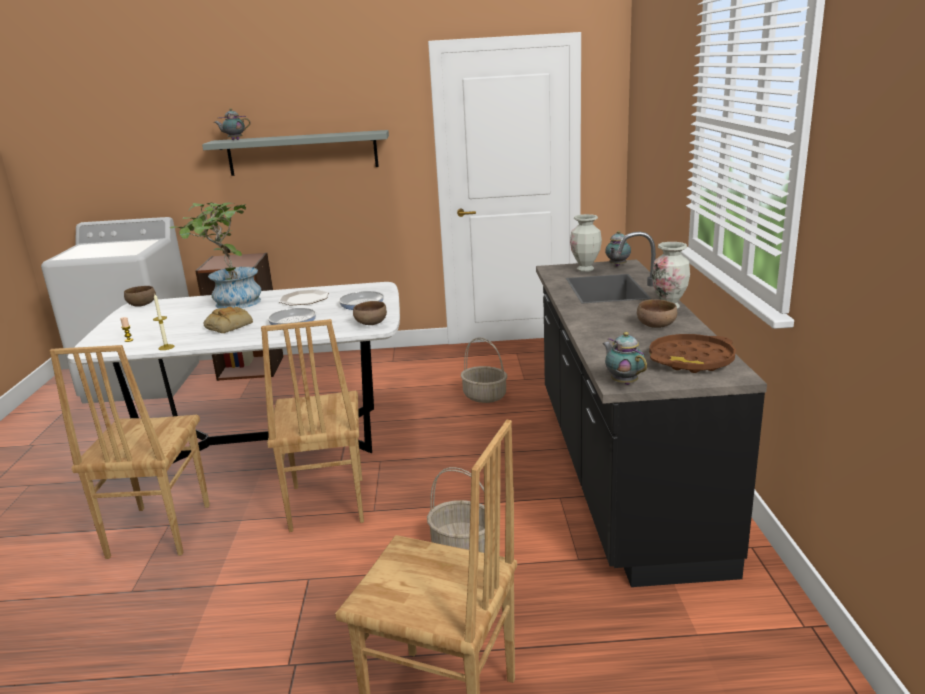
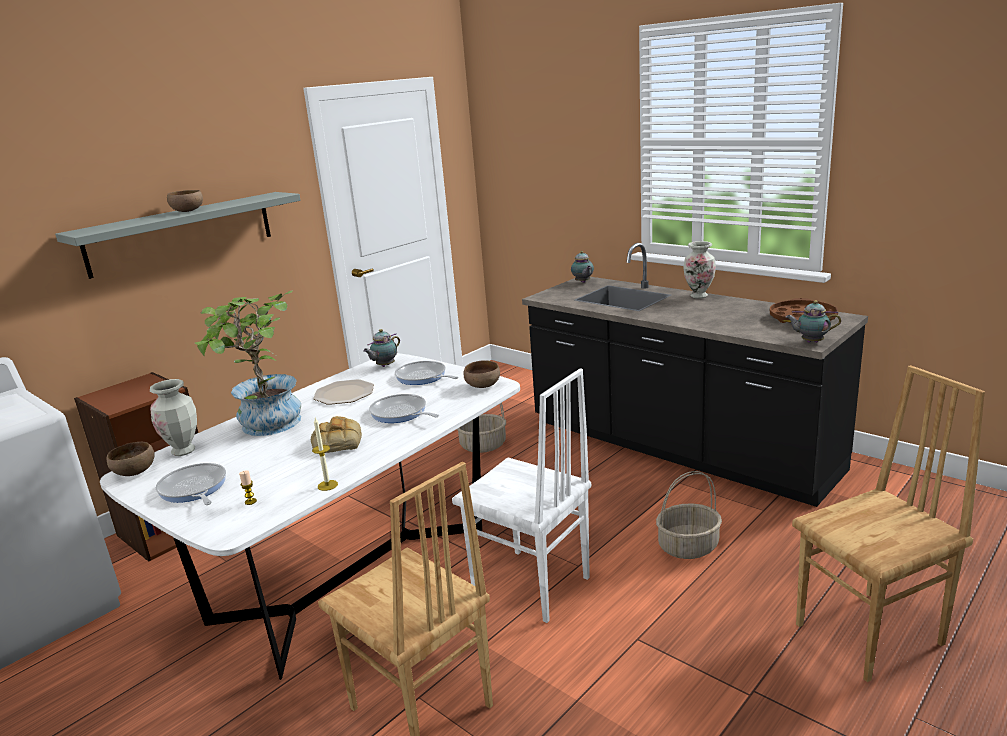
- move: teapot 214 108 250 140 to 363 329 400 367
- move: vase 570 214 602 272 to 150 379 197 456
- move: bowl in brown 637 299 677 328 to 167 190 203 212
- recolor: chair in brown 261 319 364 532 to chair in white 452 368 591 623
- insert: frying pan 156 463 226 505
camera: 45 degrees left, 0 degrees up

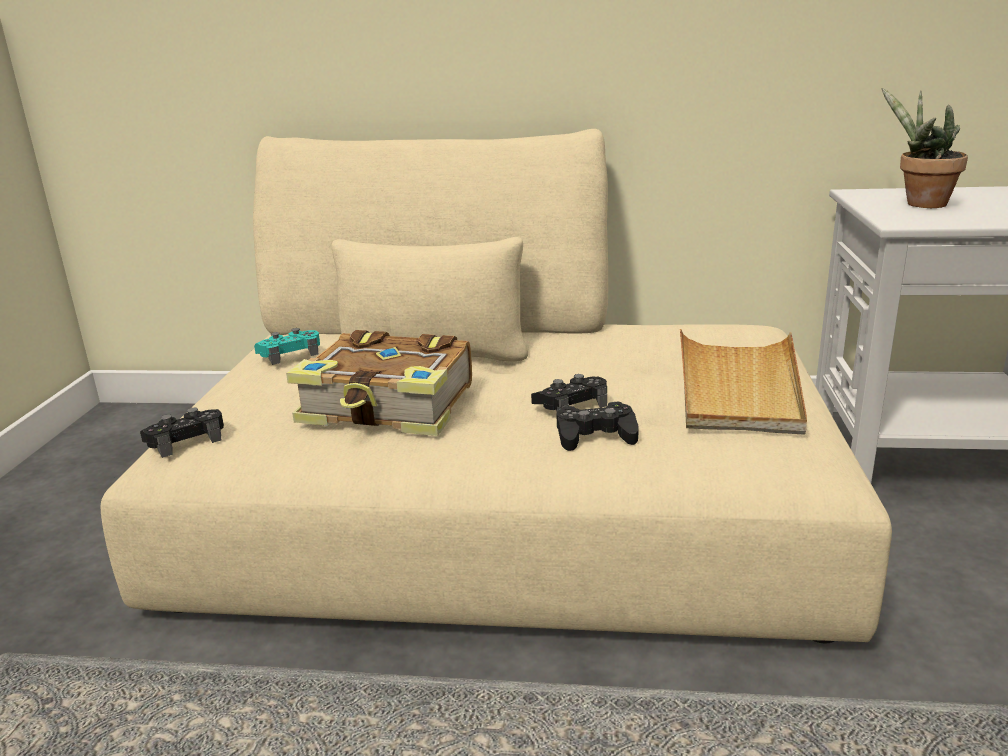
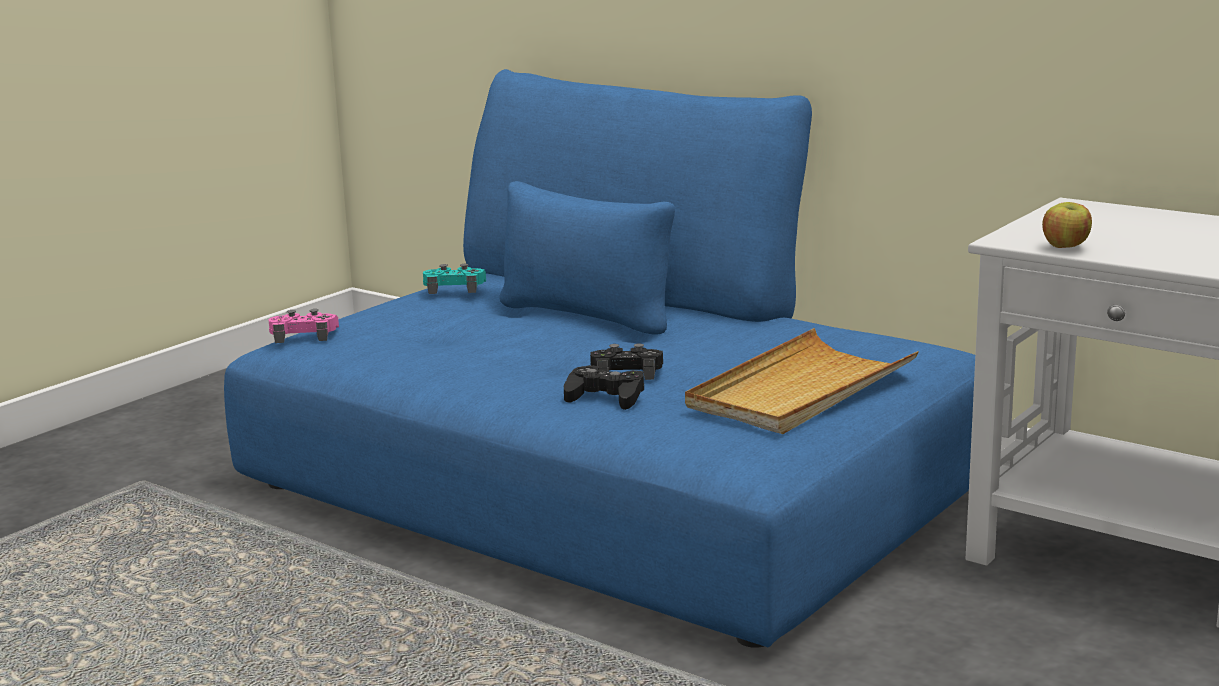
- delete: potted plant 882 88 968 208
- recolor: sofa in beige 101 129 892 643 to sofa in blue 224 69 975 648
- delete: book 286 330 472 436
- recolor: game controller in black 140 408 224 458 to game controller in pink 269 309 339 343
- insert: apple 1042 202 1092 248
camera: 30 degrees right, 5 degrees down

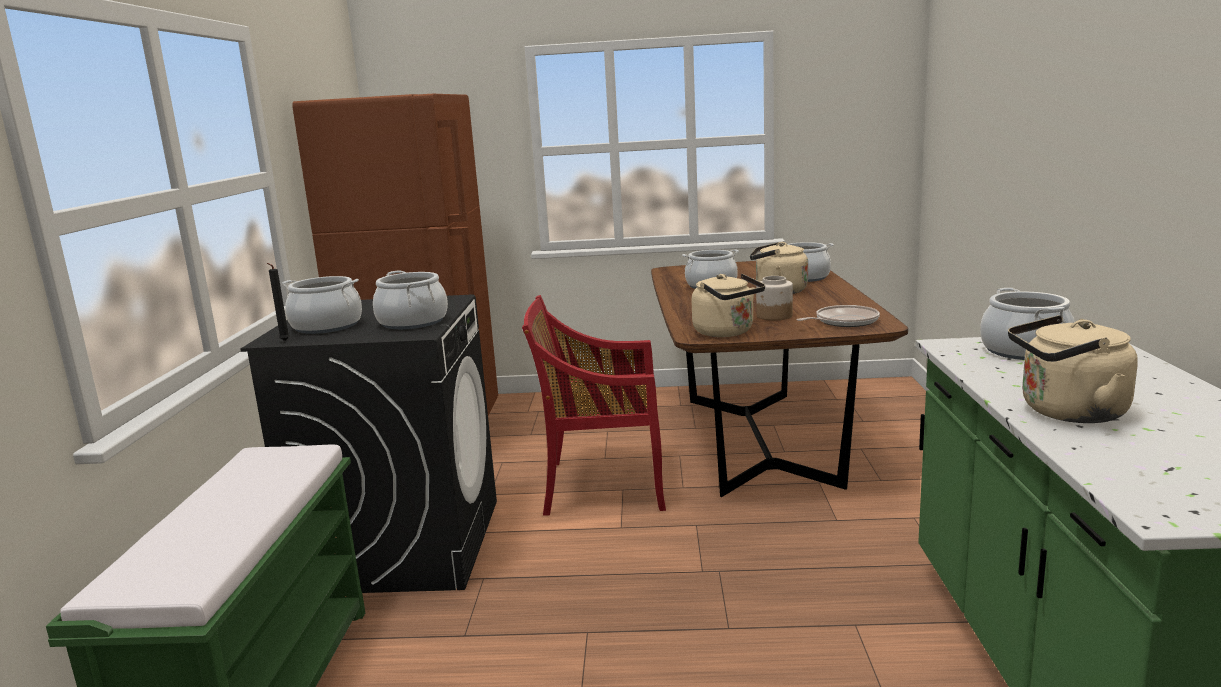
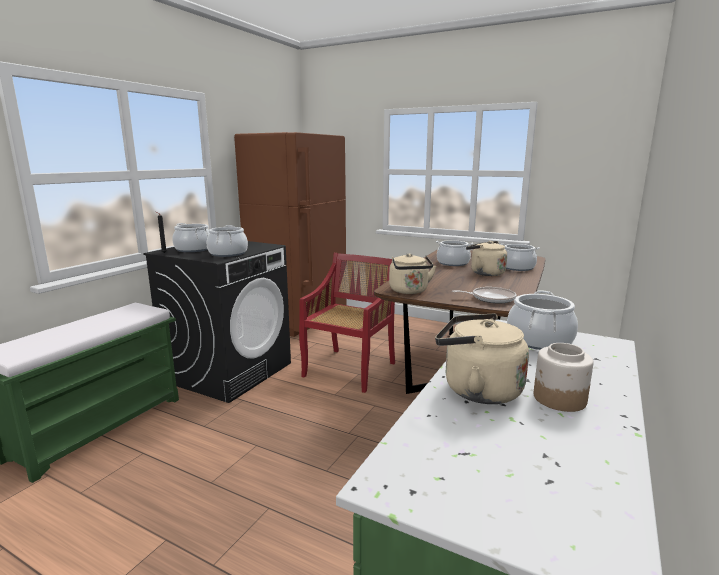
- move: jar 756 276 793 320 to 534 343 594 412
- rotate: chair in red 522 295 666 516 = 299 253 395 393 90 degrees clockwise
camera: 25 degrees right, 0 degrees up

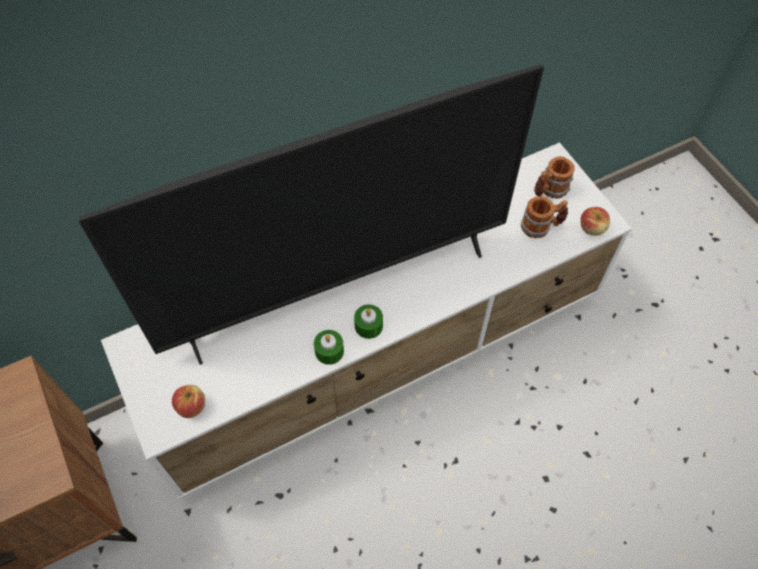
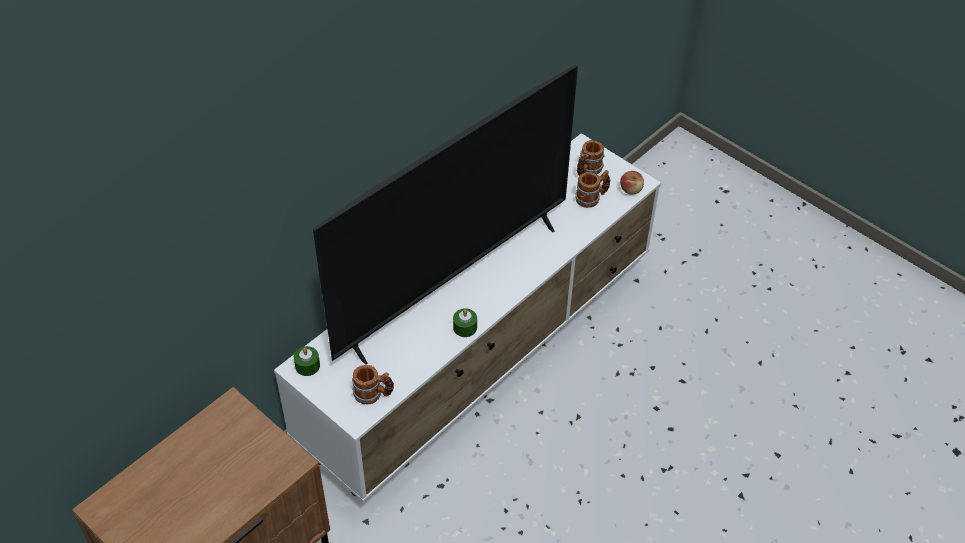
- move: candle in green 354 305 383 339 to 294 346 320 376
- replace: apple 172 385 205 418 to mug 352 365 394 405
camera: 20 degrees left, 10 degrees down

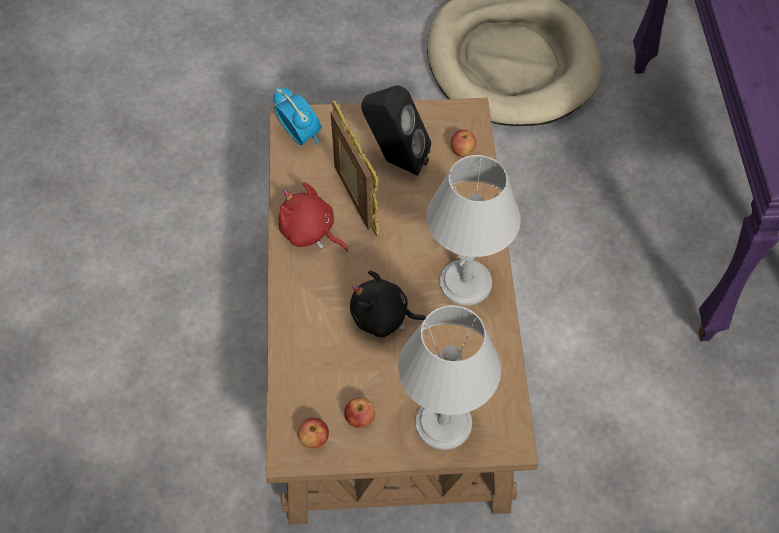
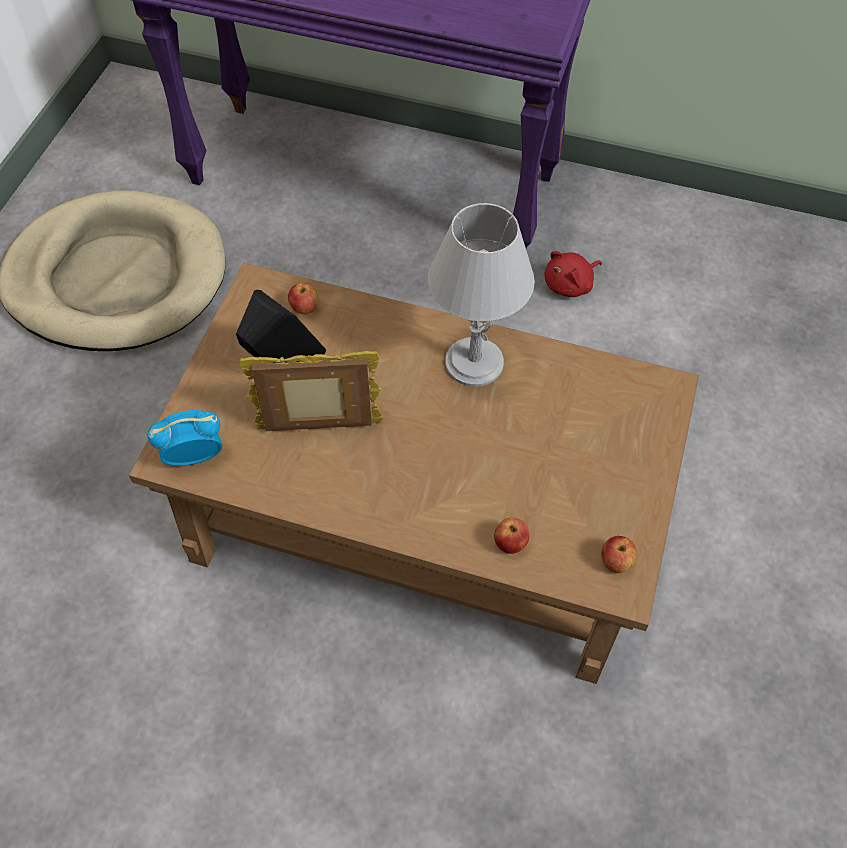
- move: plush toy in red 278 182 348 251 to 544 251 602 297
- delete: plush toy in black 350 271 427 337
- delete: table lamp in grey 398 305 501 450
- move: apple 344 397 375 428 to 494 517 529 554
camera: 70 degrees left, 0 degrees up

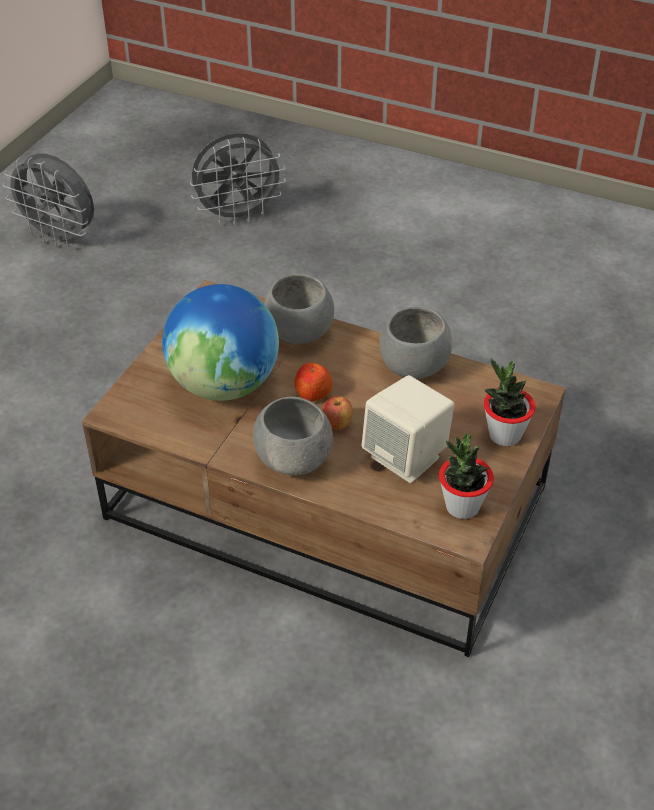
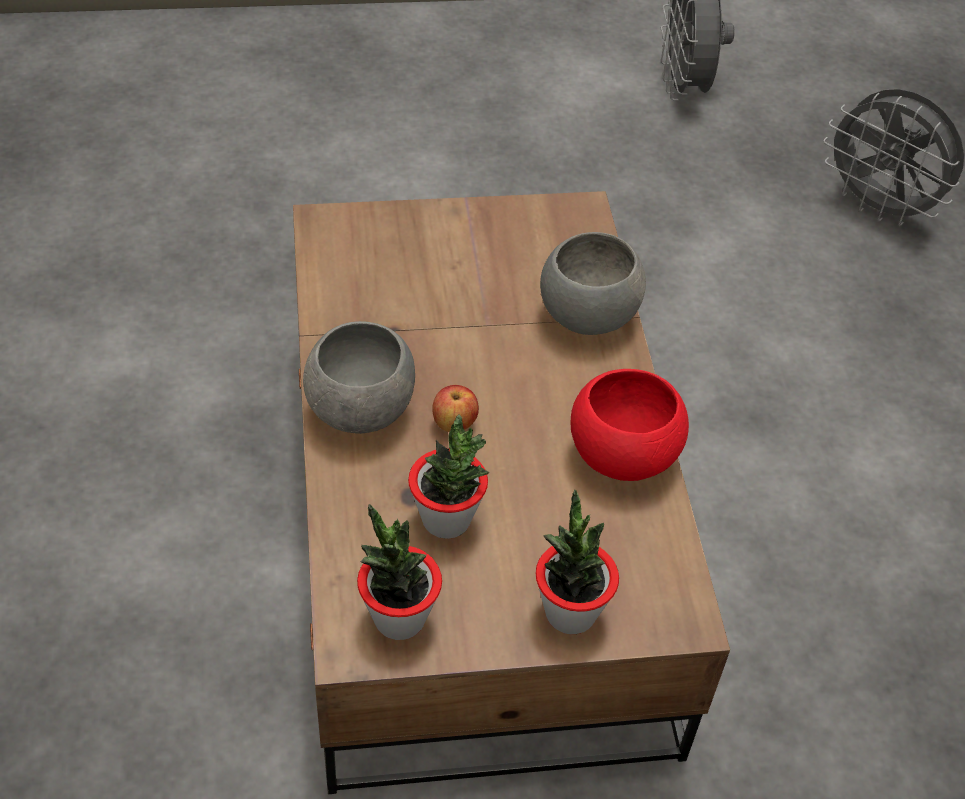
- delete: globe 162 284 279 401
- recolor: bowl in grey 379 307 452 379 to bowl in red 571 369 689 481
- delete: apple 295 363 333 402
- replace: speaker in beige 361 375 454 483 to potted plant 408 415 489 539
camera: 55 degrees right, 5 degrees up

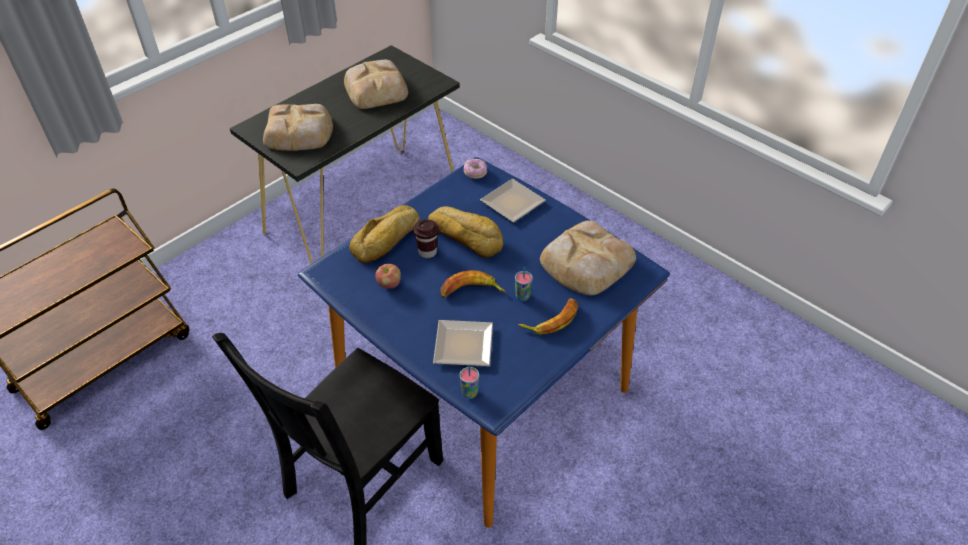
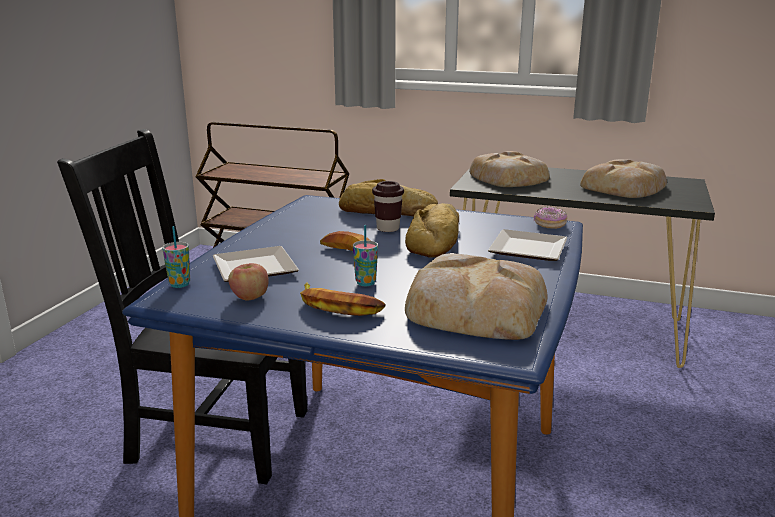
- move: apple 375 264 401 289 to 228 263 269 301
camera: 65 degrees right, 25 degrees down

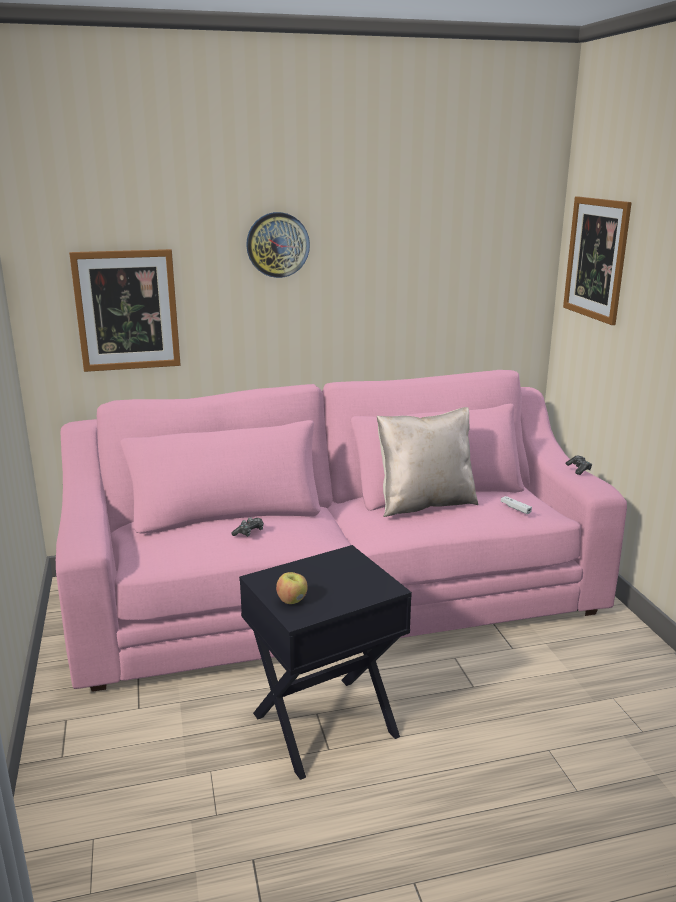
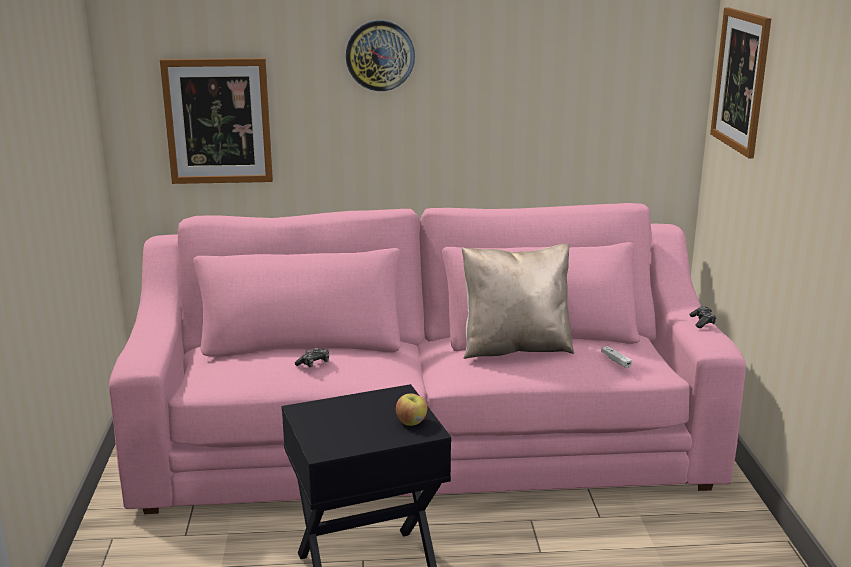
- move: apple 276 572 308 604 to 396 394 427 426
camera: 10 degrees right, 0 degrees up

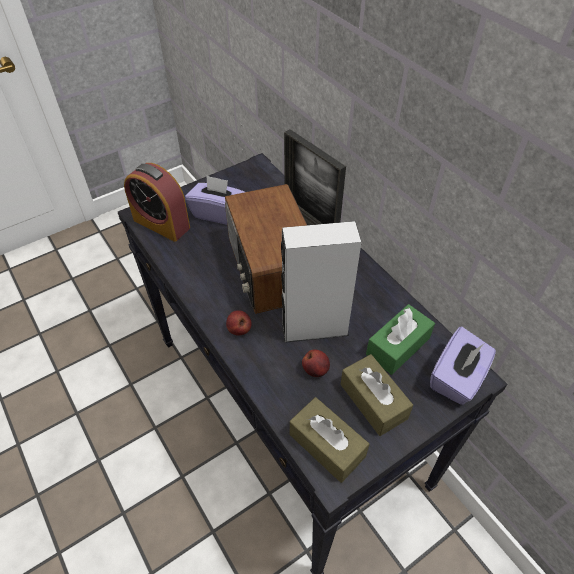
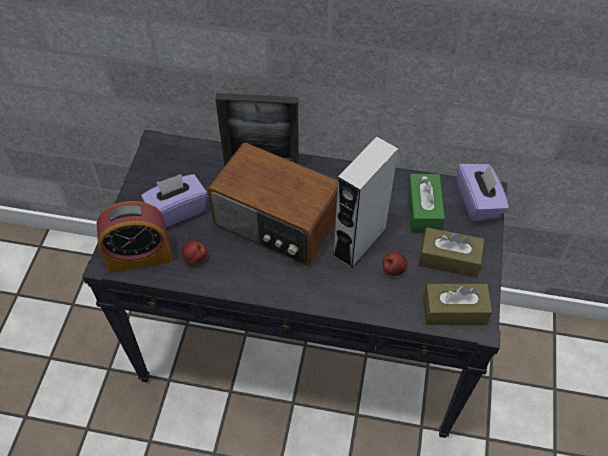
- move: apple 226 310 251 335 to 181 240 207 265
camera: 45 degrees left, 5 degrees up

